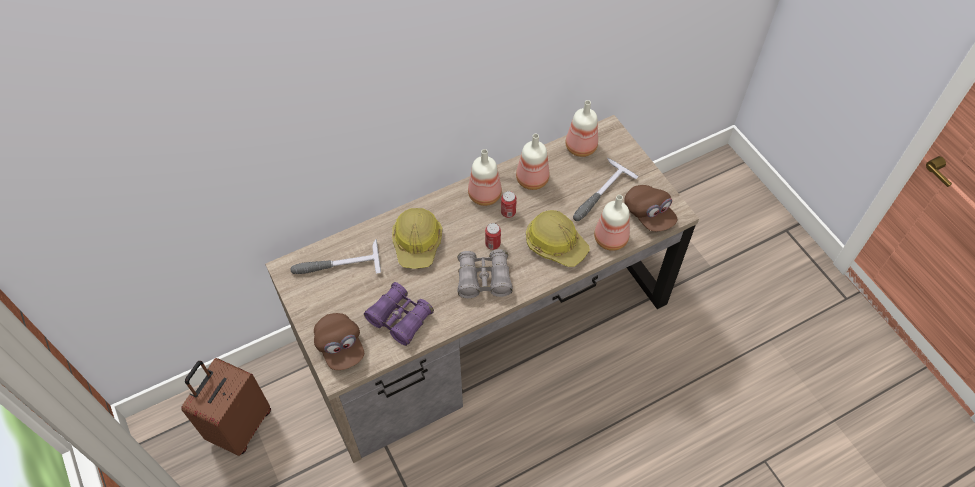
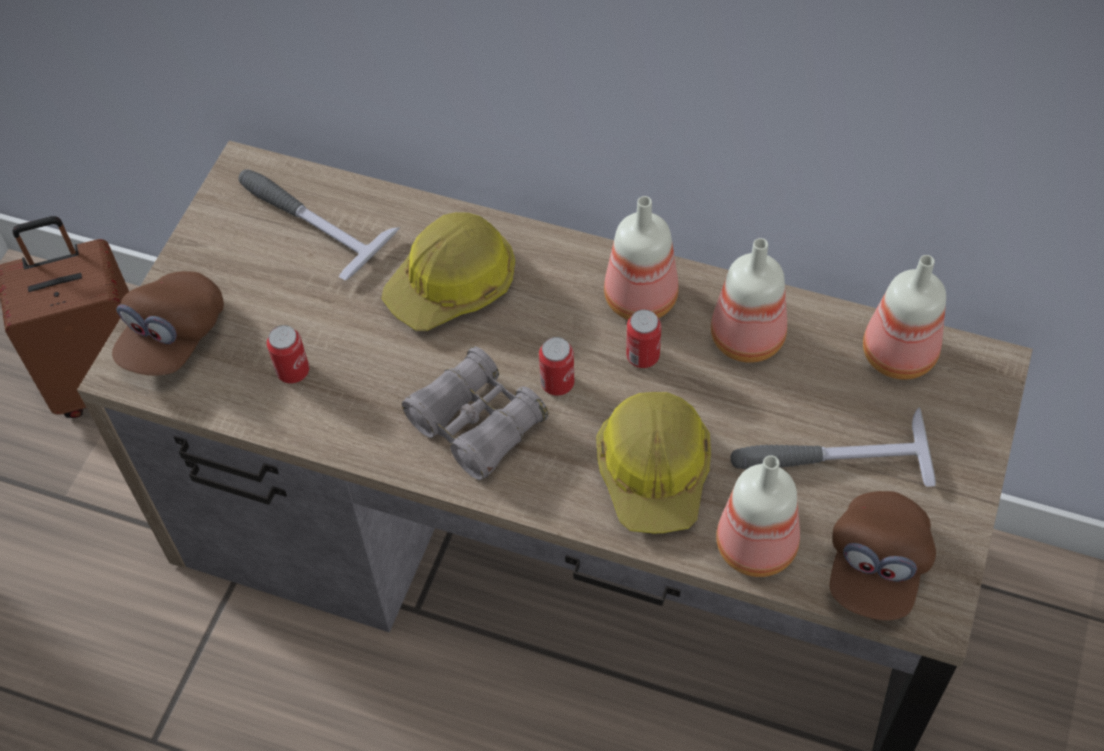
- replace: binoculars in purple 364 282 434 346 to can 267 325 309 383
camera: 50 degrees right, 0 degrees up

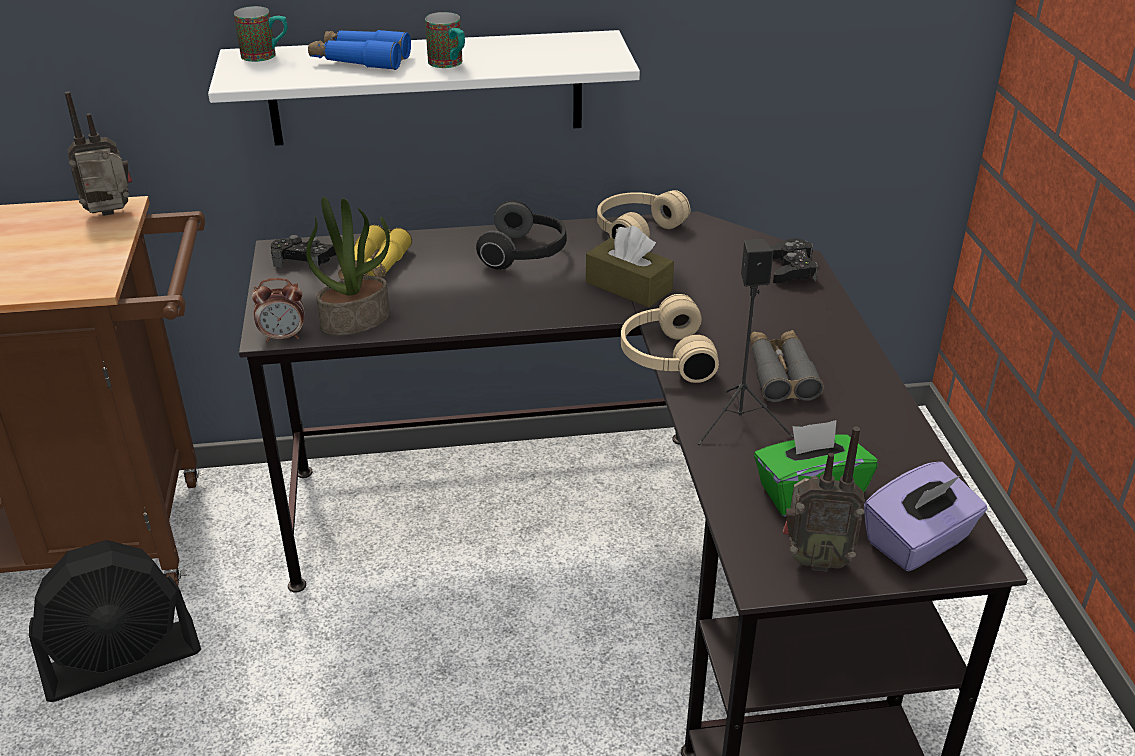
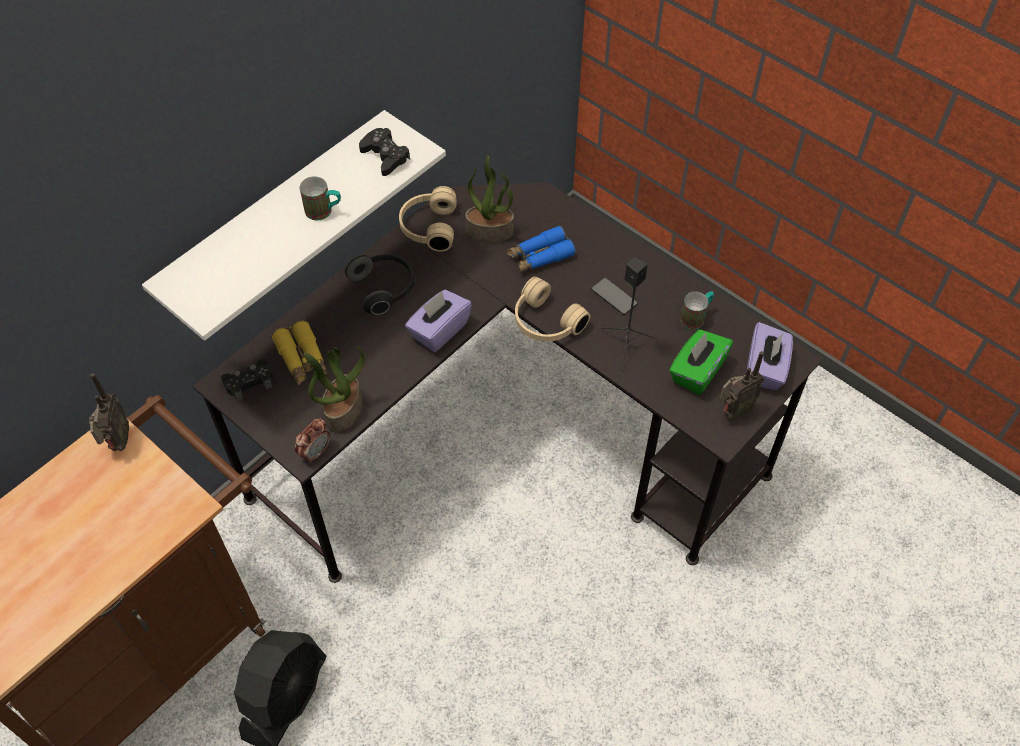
- move: mug 234 6 288 62 to 680 291 714 330
- move: binoculars in blue 308 30 411 70 to 507 226 576 273
- rotate: radio 65 91 132 216 = 89 373 129 451 150 degrees clockwise
- delete: tissue box in brown 586 226 674 308
- move: game controller in black 771 238 818 283 to 359 128 410 176
- replace: binoculars in grey 750 330 824 402 to phone 591 278 638 315
- insert: potted plant 465 155 514 243
- insert: tissue box in purple 405 289 472 352
camera: 40 degrees left, 20 degrees up

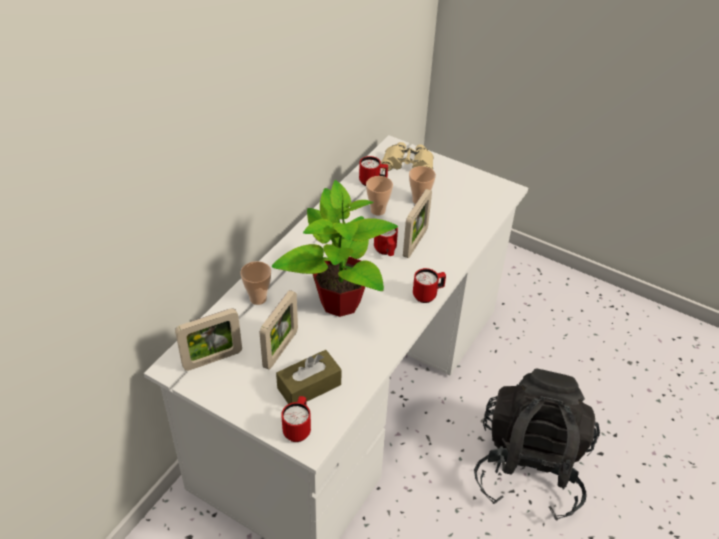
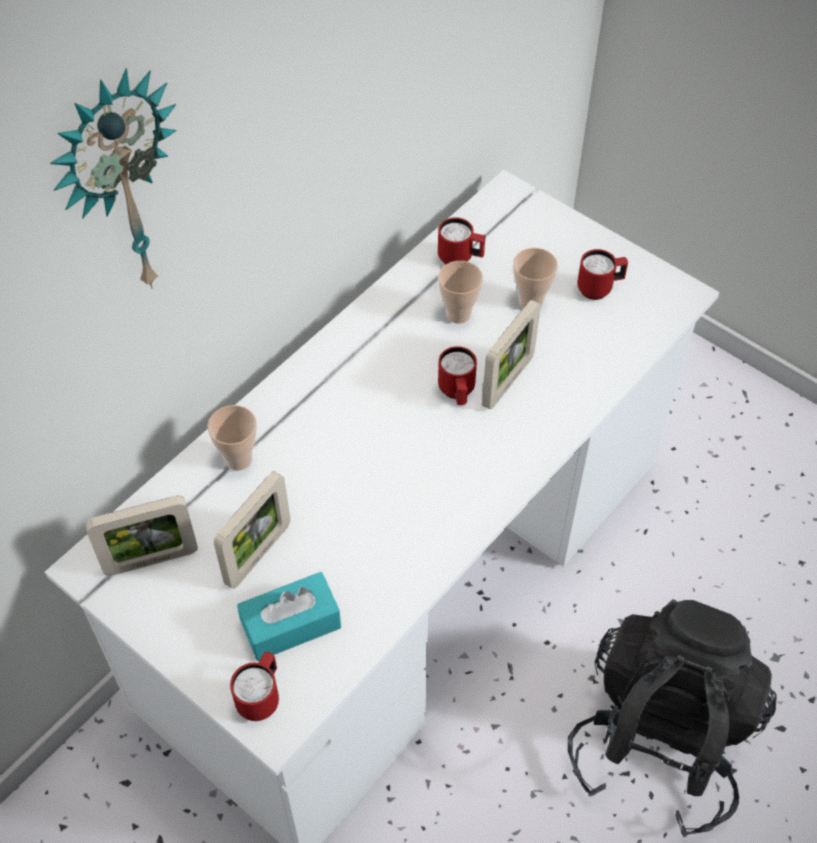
- delete: binoculars in beige 381 142 434 171
- delete: potted plant 272 180 398 317
- move: mug in red 413 268 446 303 to 577 249 628 300
- recolor: tissue box in brown 276 350 342 404 to tissue box in turquoise 237 572 341 661
- insert: wall clock 50 68 177 289
camera: 10 degrees right, 10 degrees up

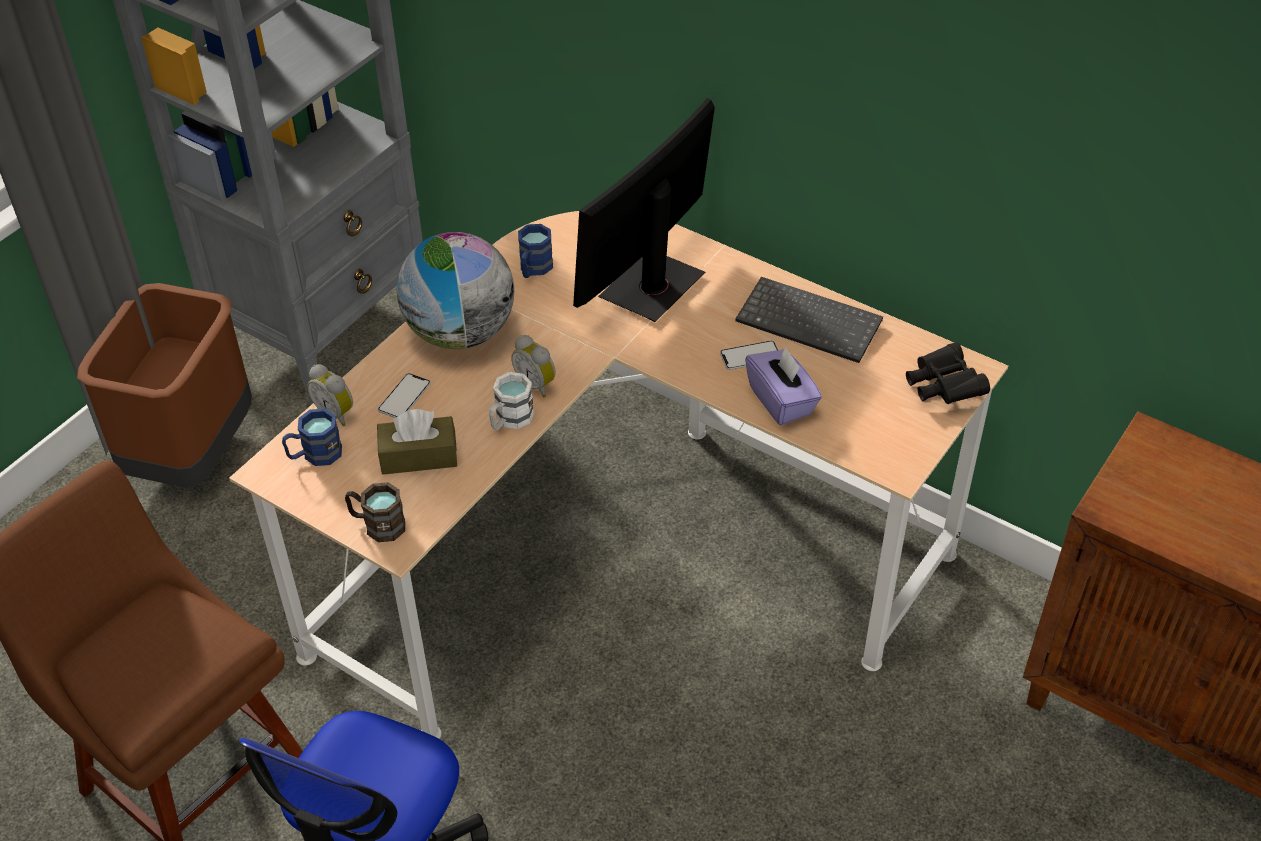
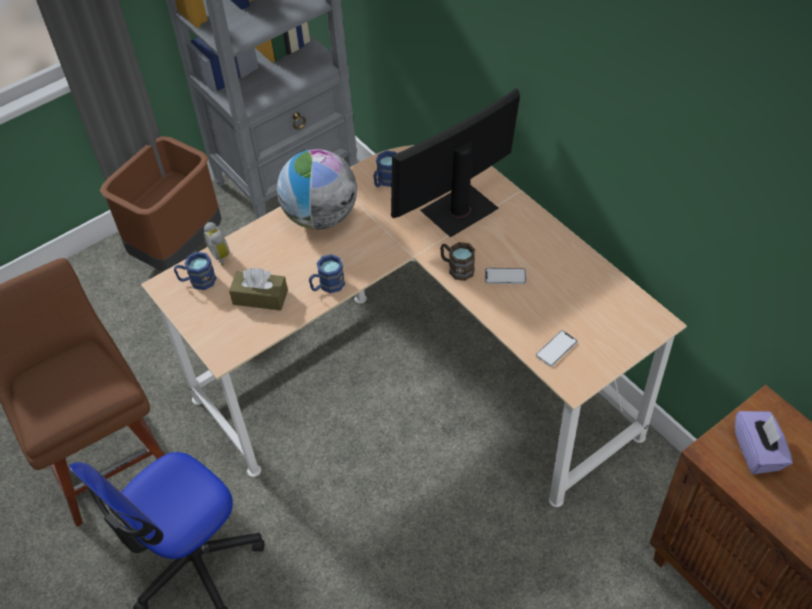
- delete: keyboard 735 277 883 363
- delete: alarm clock 511 335 556 397
- delete: binoculars in black 906 342 990 404
- move: tissue box in purple 745 346 822 425 to 735 411 793 474
- recolor: mug in white 489 372 534 430 to mug in blue 309 254 345 293
- move: phone 378 373 431 418 to 536 330 577 367
- move: mug in brown 345 482 405 542 to 440 242 475 281
camera: 20 degrees right, 5 degrees up

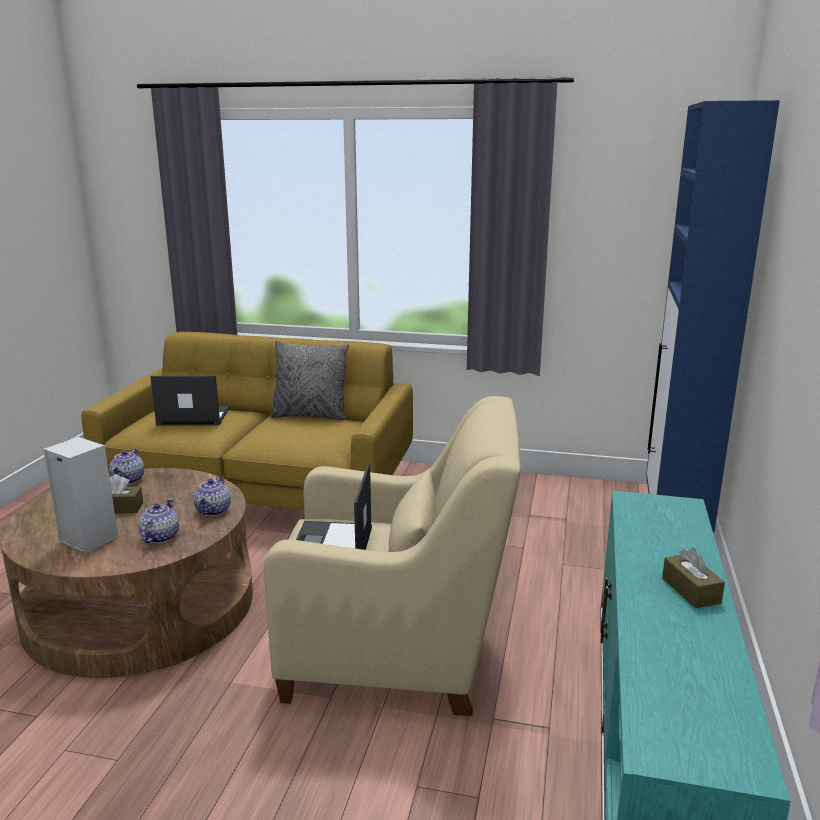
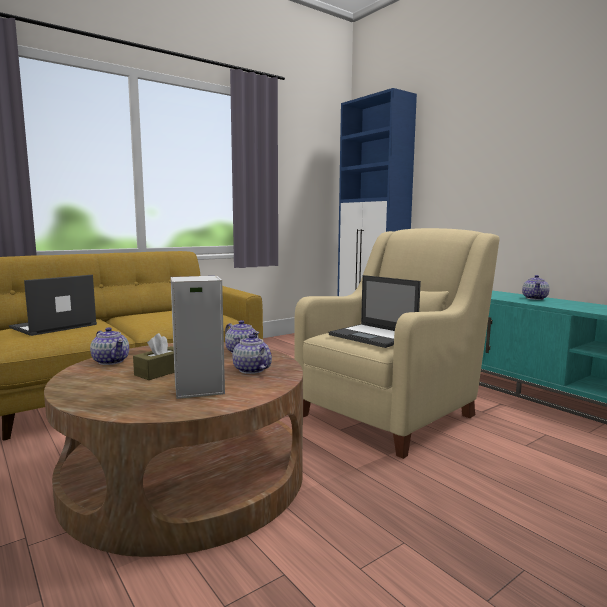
- delete: pillow in grey 270 340 349 420
- replace: tissue box in brown 662 548 725 609 to teapot 522 275 550 300
camera: 50 degrees left, 10 degrees down

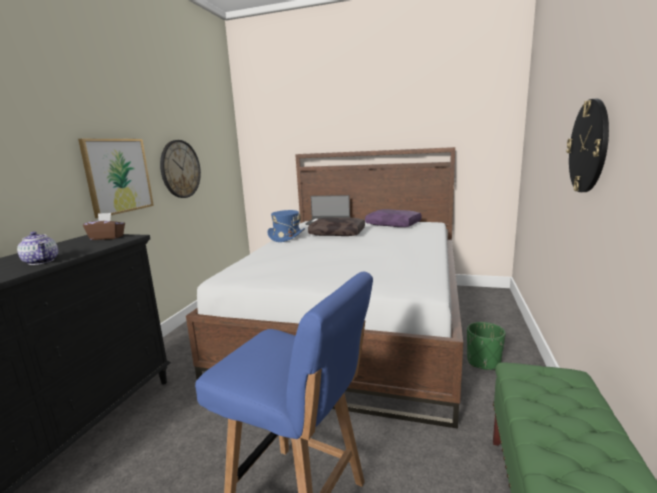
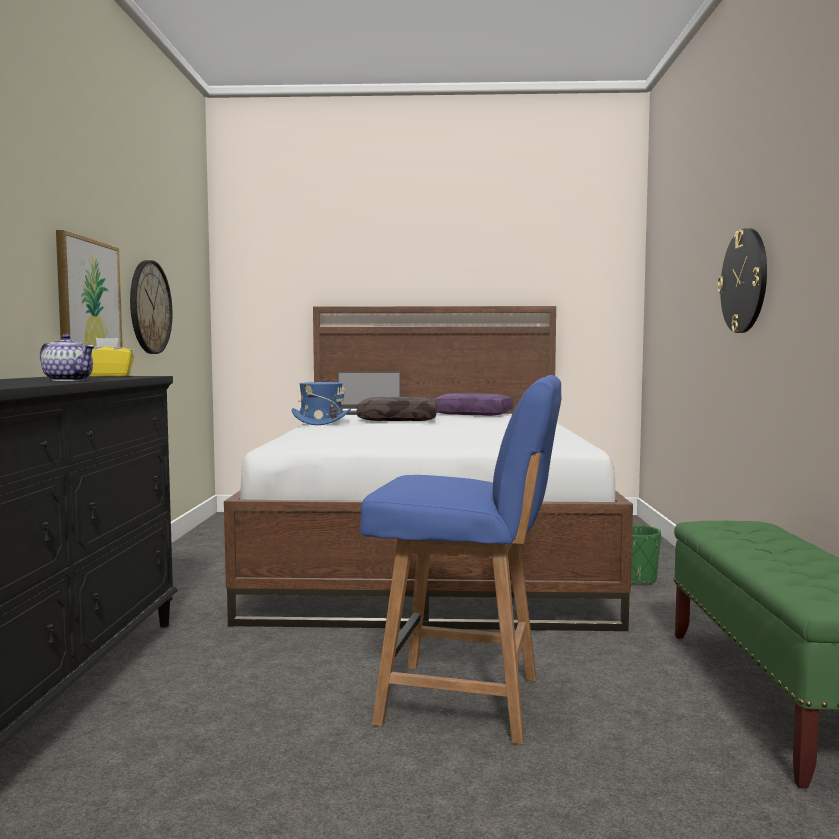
- recolor: tissue box in brown 83 213 125 240 to tissue box in yellow 89 338 134 377
camera: 15 degrees left, 10 degrees down

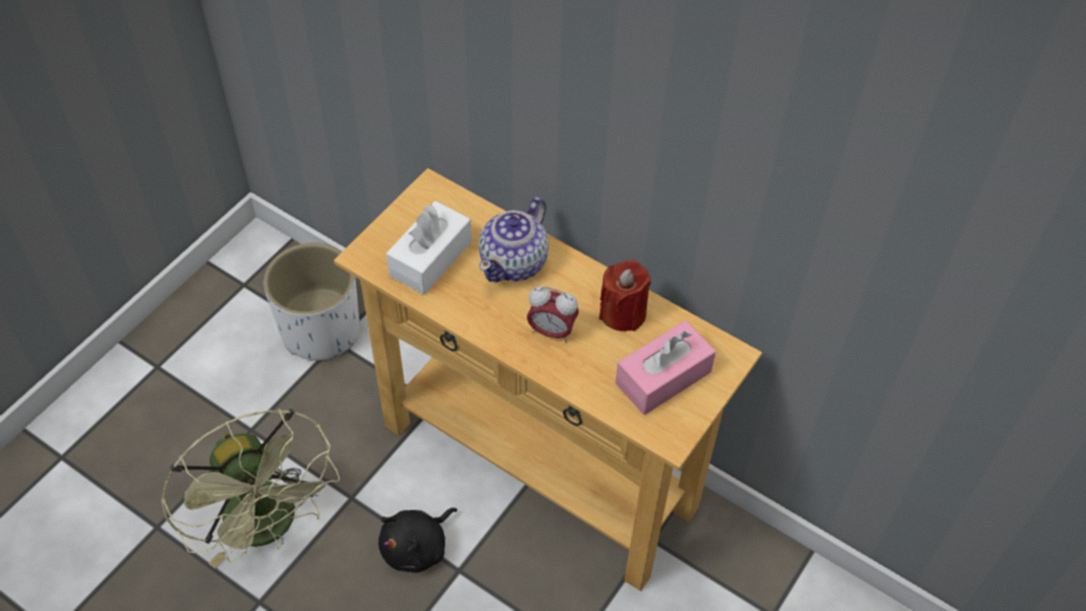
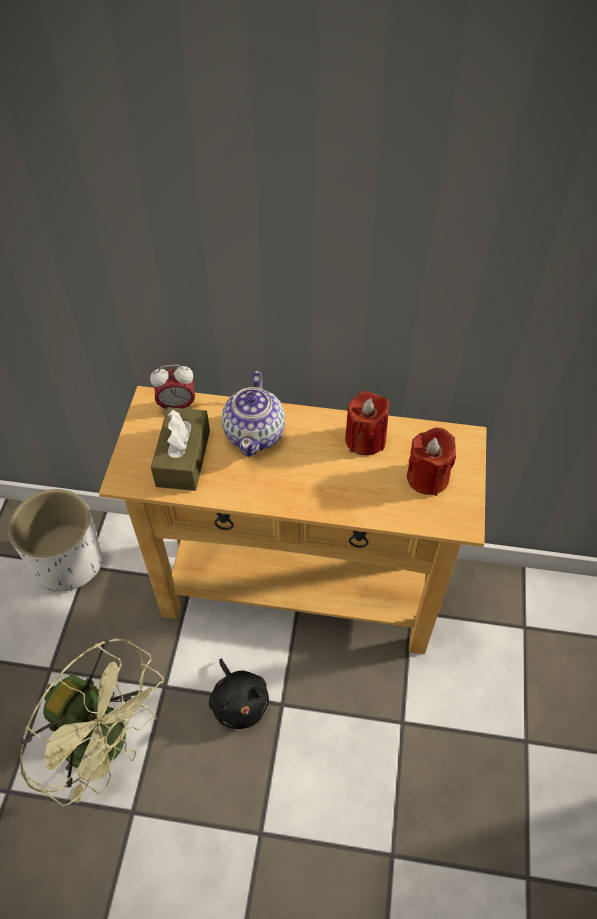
- recolor: tissue box in white 386 201 472 295 to tissue box in brown 151 407 210 491
- move: alarm clock 527 286 579 343 to 150 365 195 413
- replace: tissue box in pink 615 320 716 415 to candle in red 407 427 456 496
- rotate: plush toy in black 378 508 457 573 = 209 659 269 729 45 degrees counterclockwise
camera: 25 degrees left, 0 degrees up

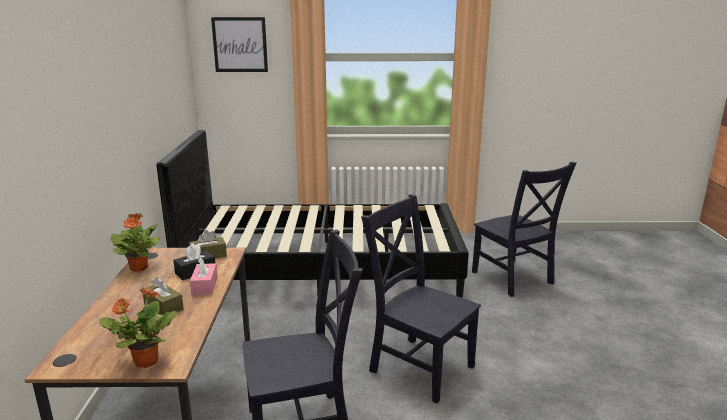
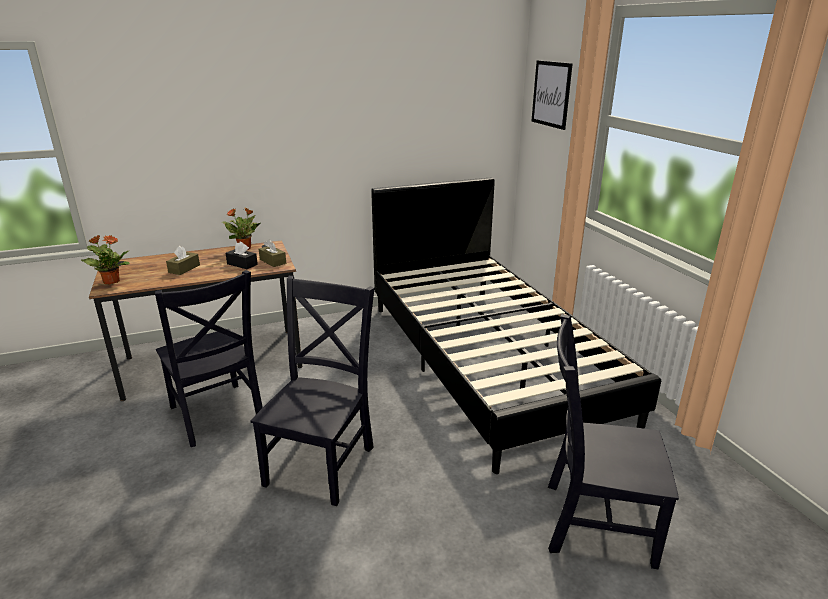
- rotate: chair in black 472 162 576 297 = 548 314 679 569 60 degrees clockwise
- delete: tissue box in pink 190 257 218 296
camera: 70 degrees right, 5 degrees up

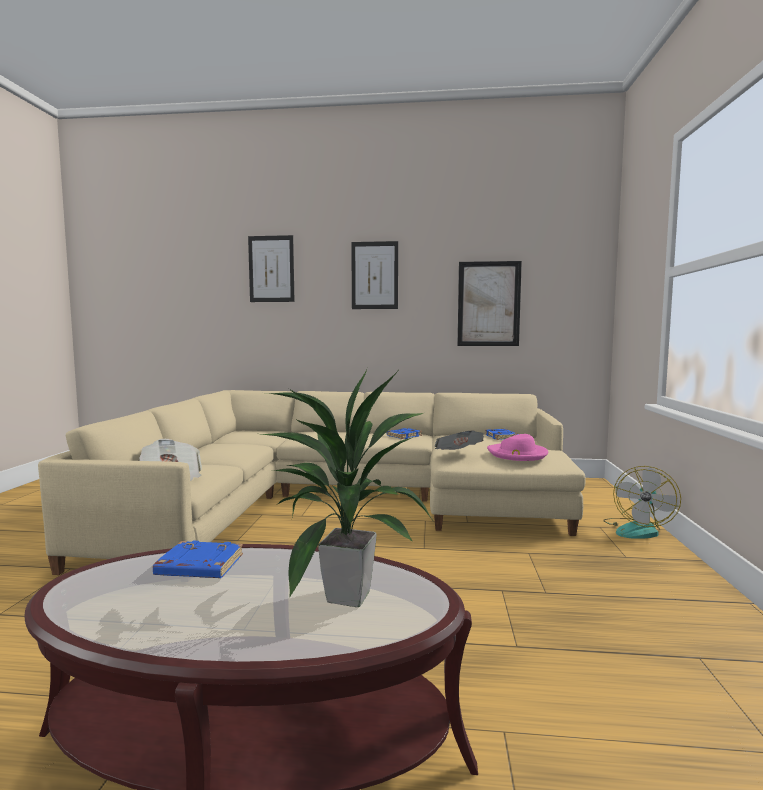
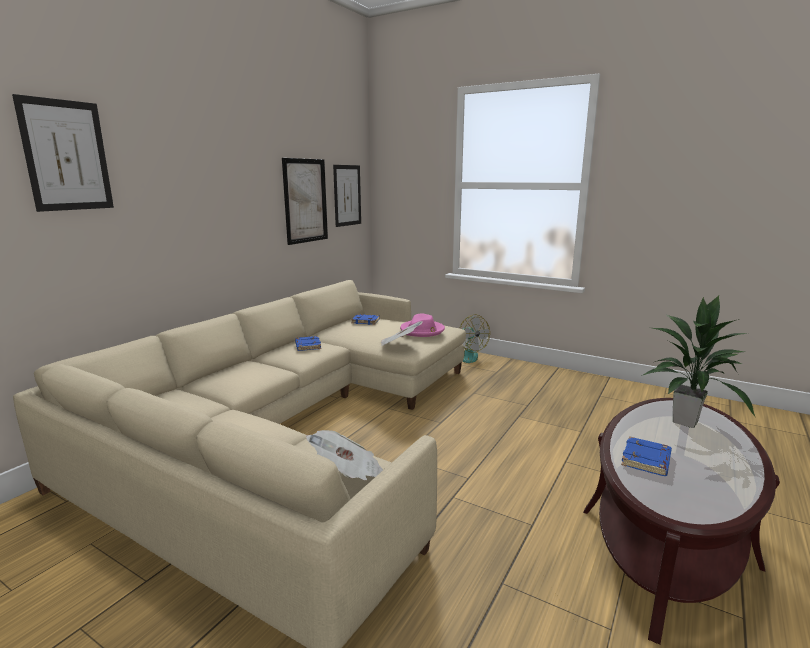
- move: picture 351 241 398 309 to 333 165 361 227
camera: 65 degrees left, 10 degrees up

